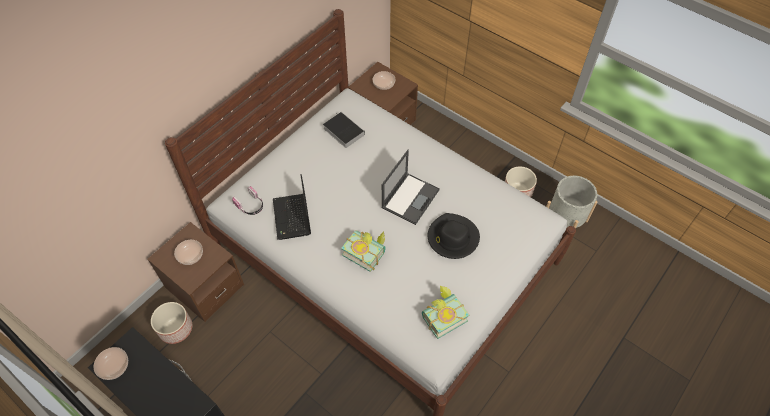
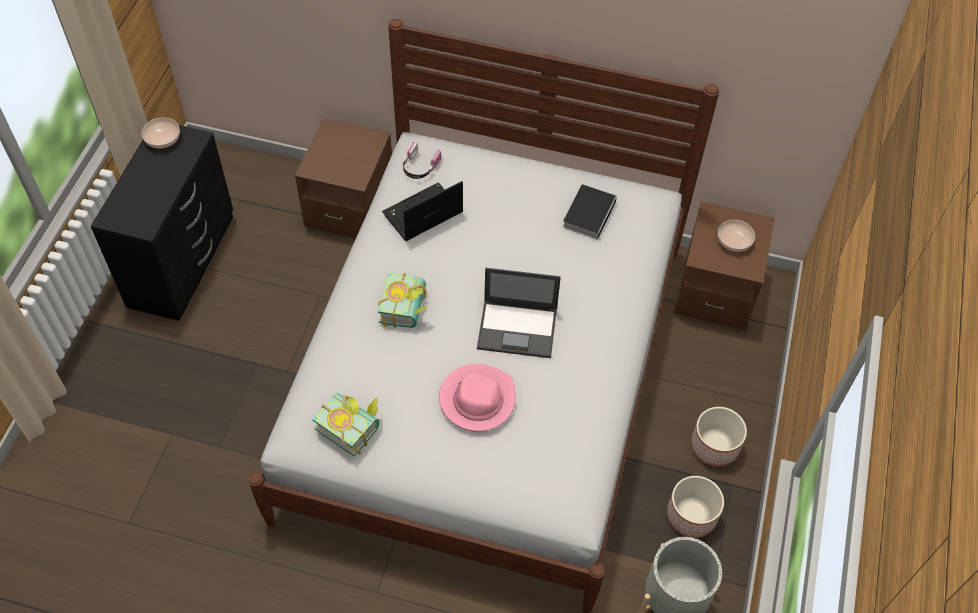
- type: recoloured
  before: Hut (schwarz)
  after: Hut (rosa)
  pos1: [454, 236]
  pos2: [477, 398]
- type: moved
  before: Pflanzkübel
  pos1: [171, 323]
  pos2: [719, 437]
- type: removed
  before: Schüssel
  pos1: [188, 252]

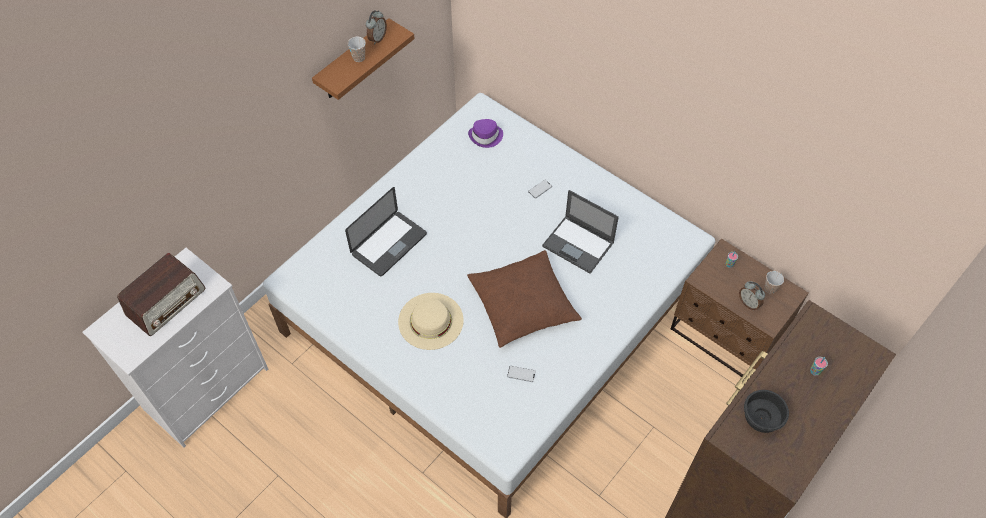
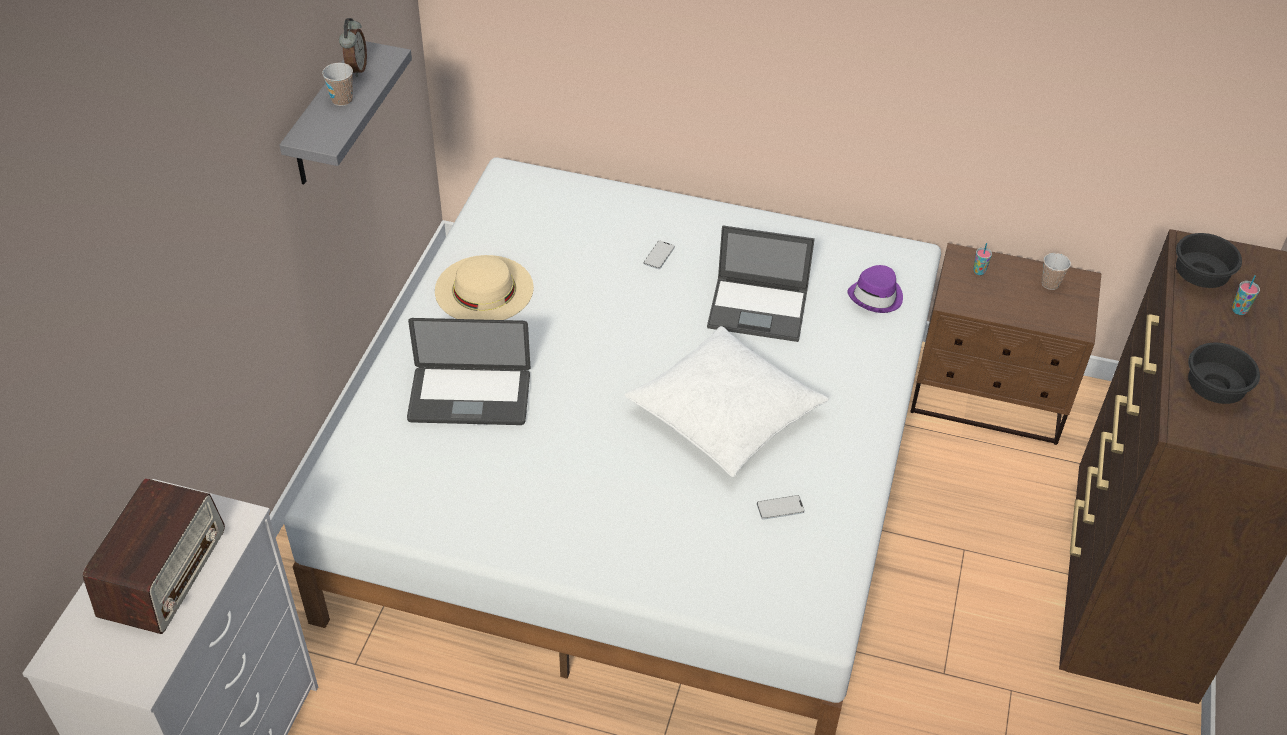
- type: recoloured
  before: Wandregal (braun)
  after: Wandregal (grau)
  pos1: [363, 59]
  pos2: [345, 112]
- type: turned
  before: Laptop
  pos1: [386, 231]
  pos2: [469, 371]
  turn: 75
- type: moved
  before: Hut (beige)
  pos1: [431, 321]
  pos2: [484, 287]
- type: recoloured
  before: Kissen (braun)
  after: Kissen (weiß)
  pos1: [524, 299]
  pos2: [726, 401]
- type: moved
  before: Hut (lila)
  pos1: [485, 133]
  pos2: [875, 289]
- type: added
  after: Schüssel (schwarz)
  pos2: [1209, 260]
- type: removed
  before: Wecker
  pos1: [752, 295]

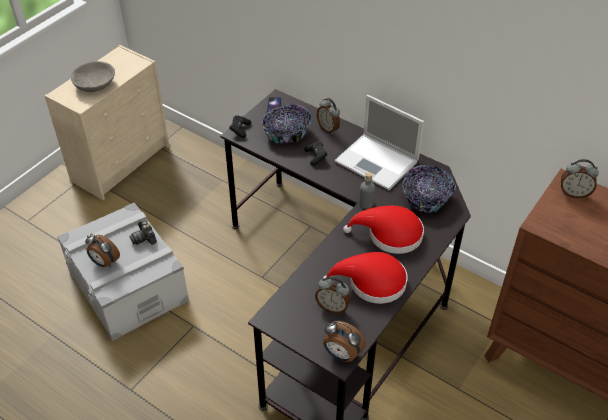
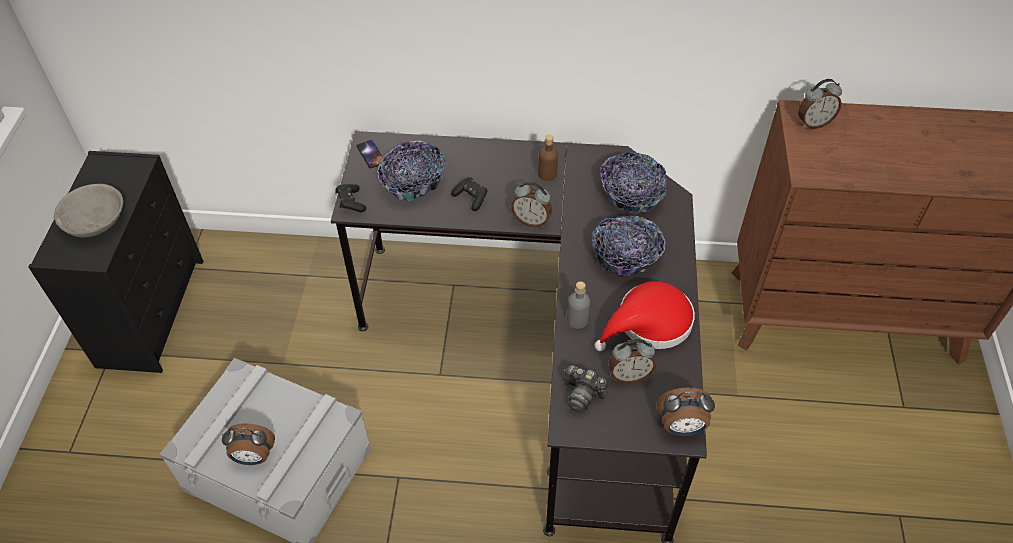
- type: recoloured
  before: Kommode (beige)
  after: Kommode (schwarz)
  pos1: [107, 122]
  pos2: [116, 262]
- type: moved
  before: Wecker
  pos1: [328, 116]
  pos2: [531, 204]
- type: replaced
  before: Laptop
  after: Flasche (braun)
  pos1: [379, 142]
  pos2: [548, 158]
- type: moved
  before: Kamera
  pos1: [143, 232]
  pos2: [586, 388]
- type: moved
  before: Flasche (grau)
  pos1: [367, 190]
  pos2: [578, 305]
- type: replaced
  before: Hut (rot)
  after: Schüssel
  pos1: [383, 230]
  pos2: [629, 246]

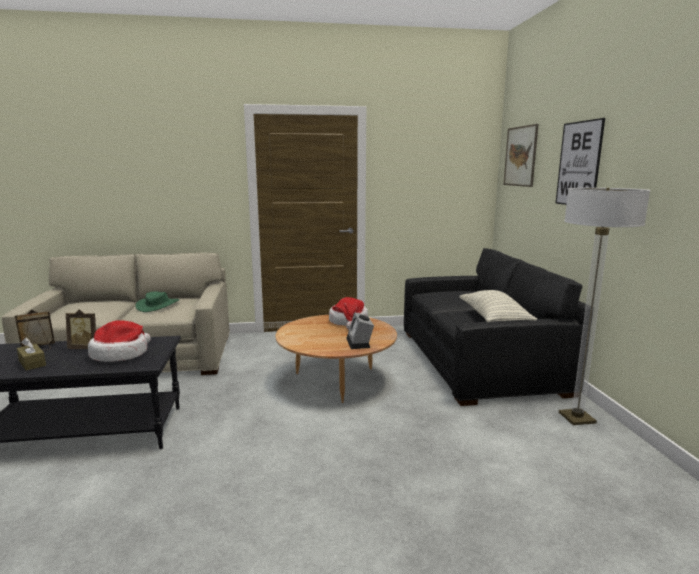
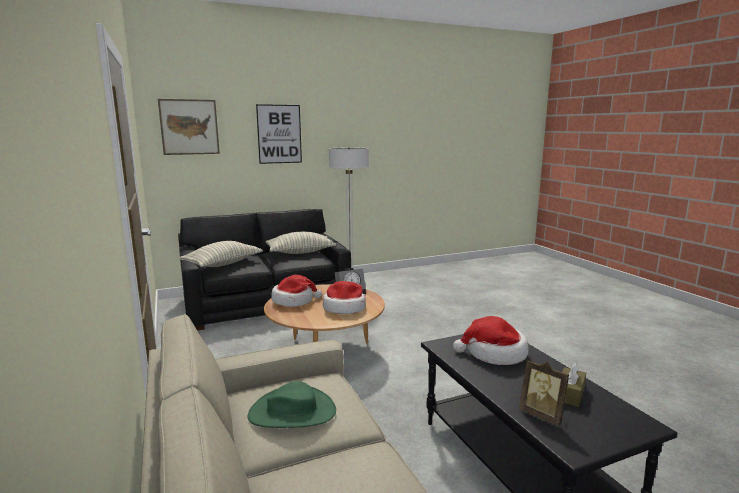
- type: added
  after: Kissen
  pos2: [221, 254]
- type: added
  after: Hut
  pos2: [344, 297]
- type: removed
  before: Bilderrahmen
  pos1: [81, 329]

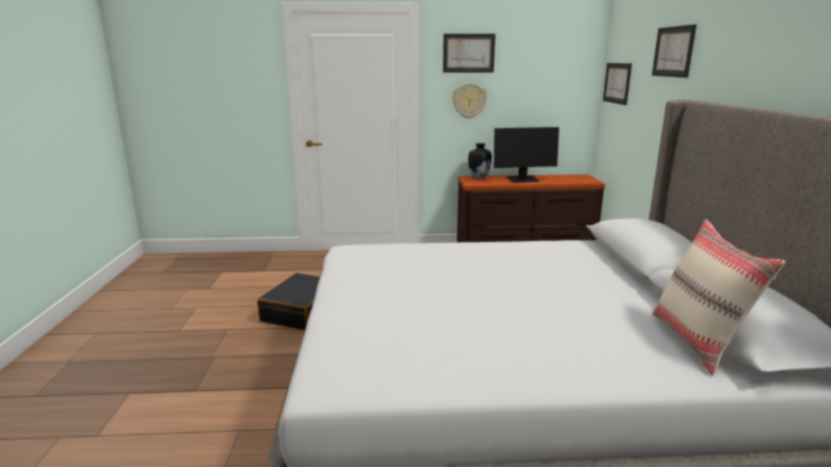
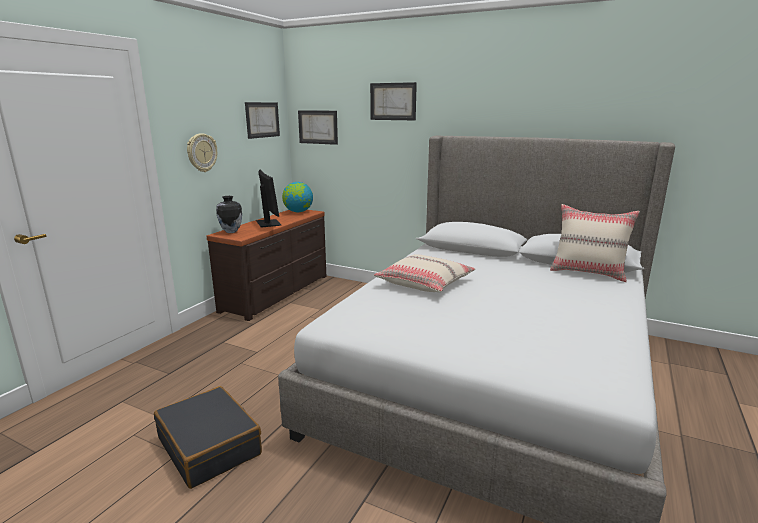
- type: moved
  before: Bild
  pos1: [469, 53]
  pos2: [262, 120]
- type: turned
  before: Monitor
  pos1: [526, 155]
  pos2: [268, 198]
  turn: -45
- type: added
  after: Globus
  pos2: [297, 197]
- type: added
  after: Kissen (beige)
  pos2: [424, 273]

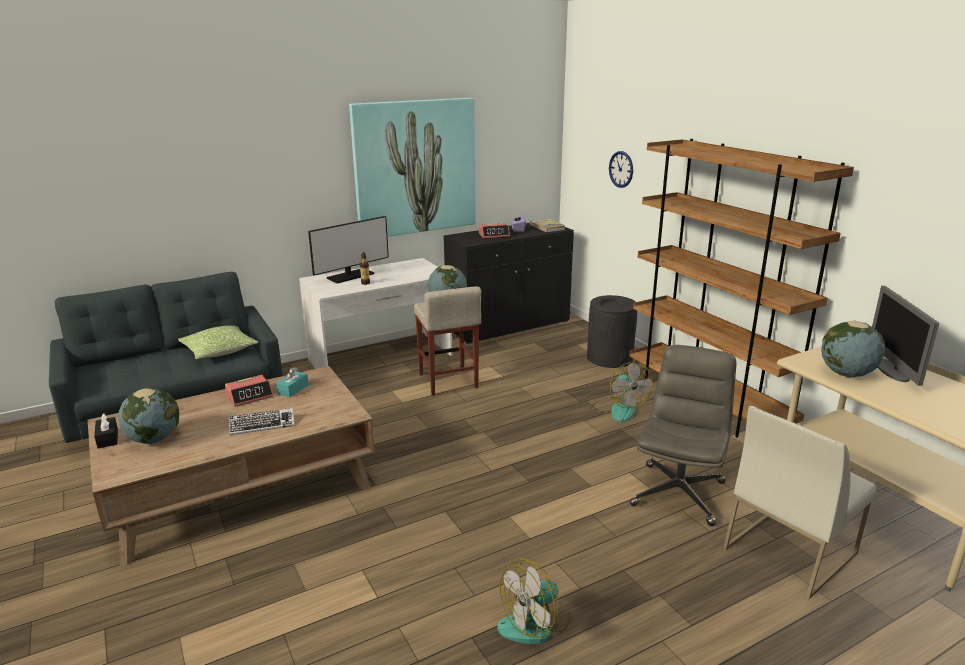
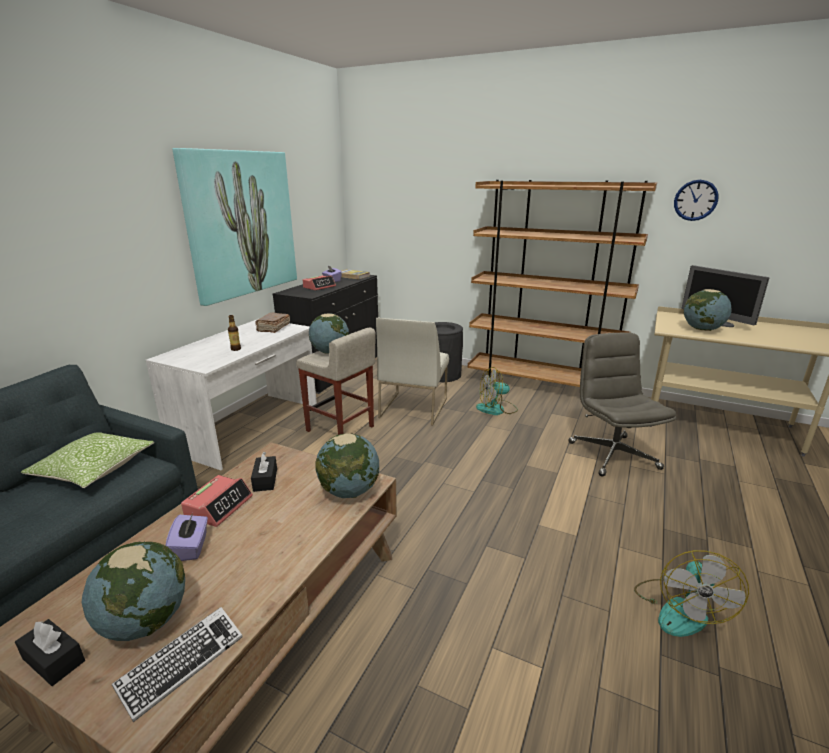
- type: moved
  before: Tastatur
  pos1: [261, 421]
  pos2: [177, 664]
- type: added
  after: Taschentuchbox (lila)
  pos2: [186, 537]
- type: recoloured
  before: Taschentuchbox (türkis)
  after: Taschentuchbox (schwarz)
  pos1: [292, 382]
  pos2: [264, 472]
- type: added
  after: Buch (braun)
  pos2: [273, 323]
- type: added
  after: Globus
  pos2: [347, 465]
- type: moved
  before: Stuhl (weiß)
  pos1: [799, 502]
  pos2: [412, 371]
- type: turned
  before: Ventilator
  pos1: [621, 391]
  pos2: [497, 391]
  turn: 135
- type: moved
  before: Wanduhr
  pos1: [621, 169]
  pos2: [696, 200]
- type: removed
  before: Monitor
  pos1: [348, 250]

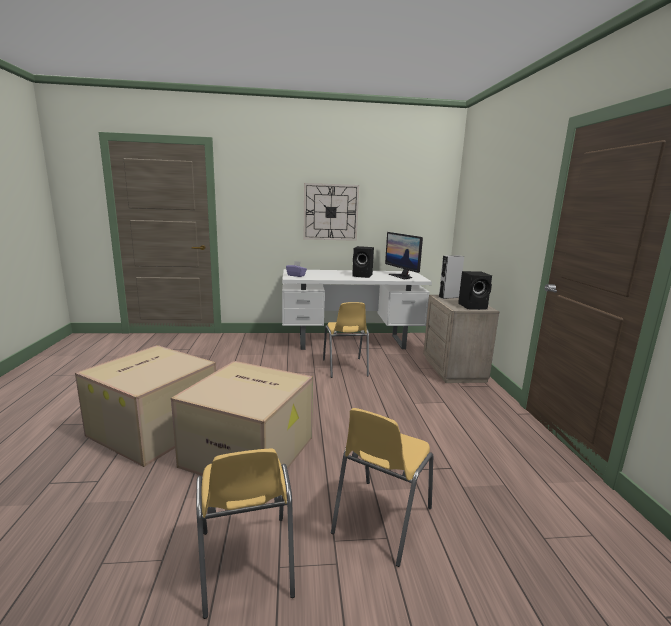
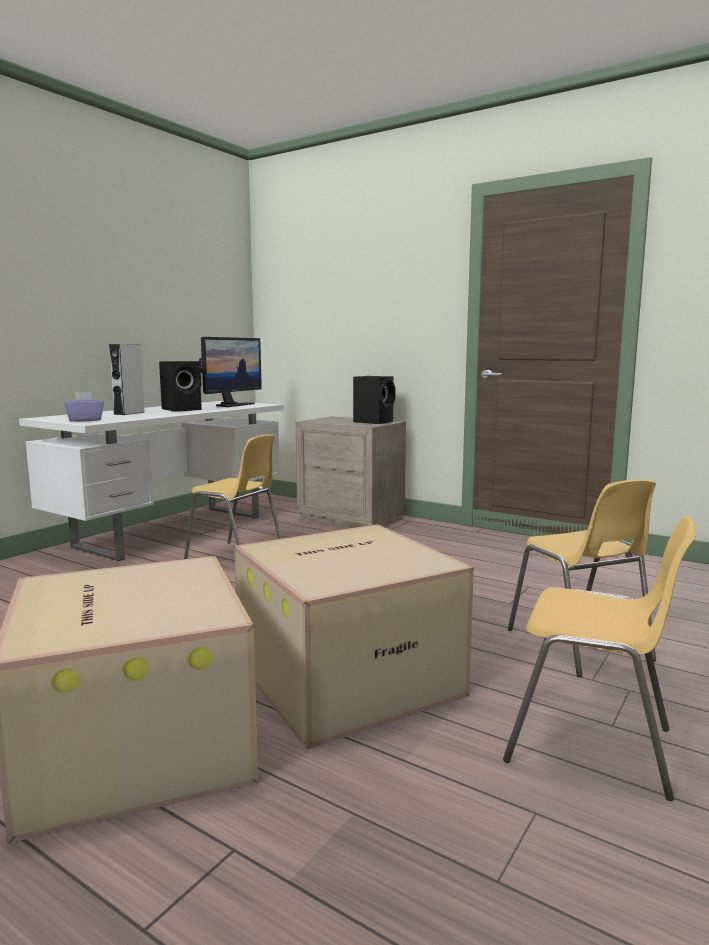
- type: moved
  before: Lautsprecher (grau)
  pos1: [451, 277]
  pos2: [127, 379]
- type: turned
  before: Monitor
  pos1: [404, 256]
  pos2: [230, 372]
  turn: -75
- type: removed
  before: Wanduhr
  pos1: [331, 212]

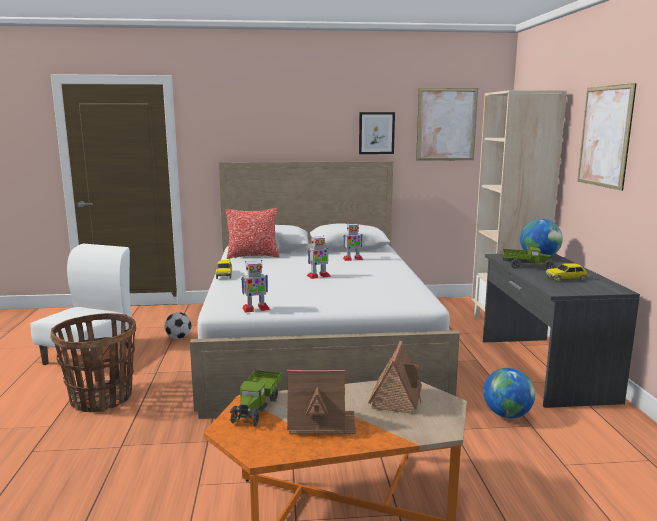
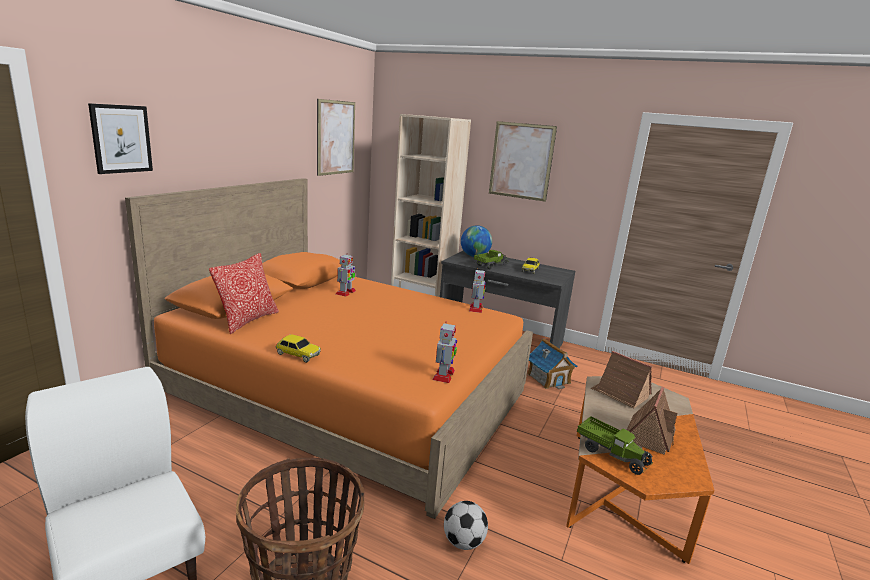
- type: moved
  before: Bild
  pos1: [377, 133]
  pos2: [120, 138]
- type: recoloured
  before: Bett (weiß)
  after: Bett (orange)
  pos1: [325, 290]
  pos2: [329, 348]
- type: moved
  before: Fußball
  pos1: [178, 325]
  pos2: [466, 525]
- type: moved
  before: Spielzeugroboter
  pos1: [319, 257]
  pos2: [477, 290]
- type: replaced
  before: Globus
  after: Spielzeughaus
  pos1: [509, 393]
  pos2: [552, 363]

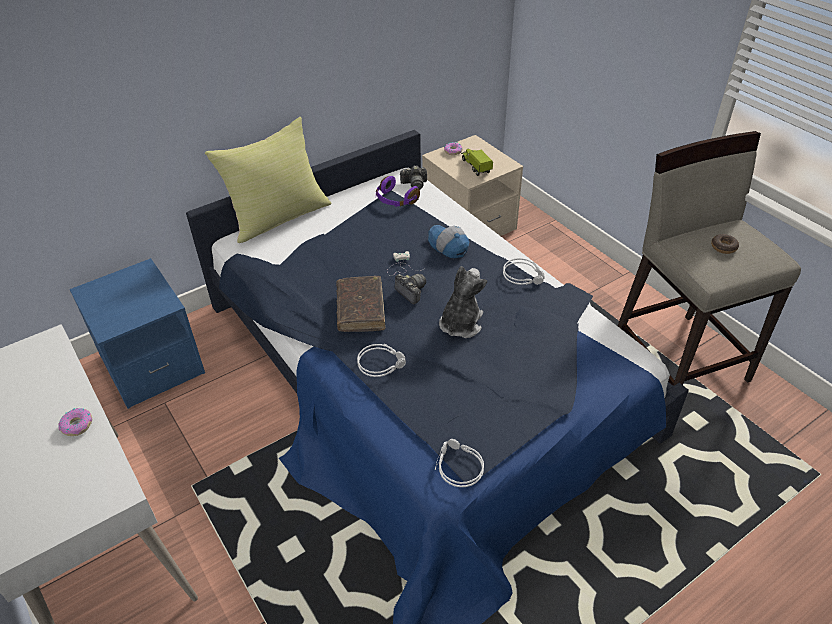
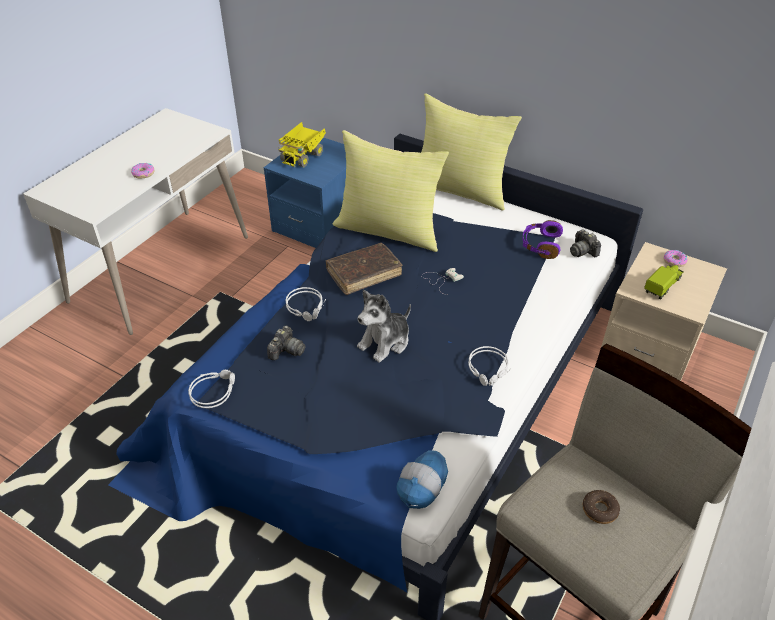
- type: moved
  before: Kamera
  pos1: [410, 289]
  pos2: [286, 343]
- type: added
  after: Spielzeuglaster
  pos2: [302, 144]
- type: added
  after: Kissen (gelb)
  pos2: [391, 191]
- type: turned
  before: Plüschtier
  pos1: [463, 302]
  pos2: [384, 326]
  turn: 135
- type: moved
  before: Kappe
  pos1: [448, 241]
  pos2: [422, 480]

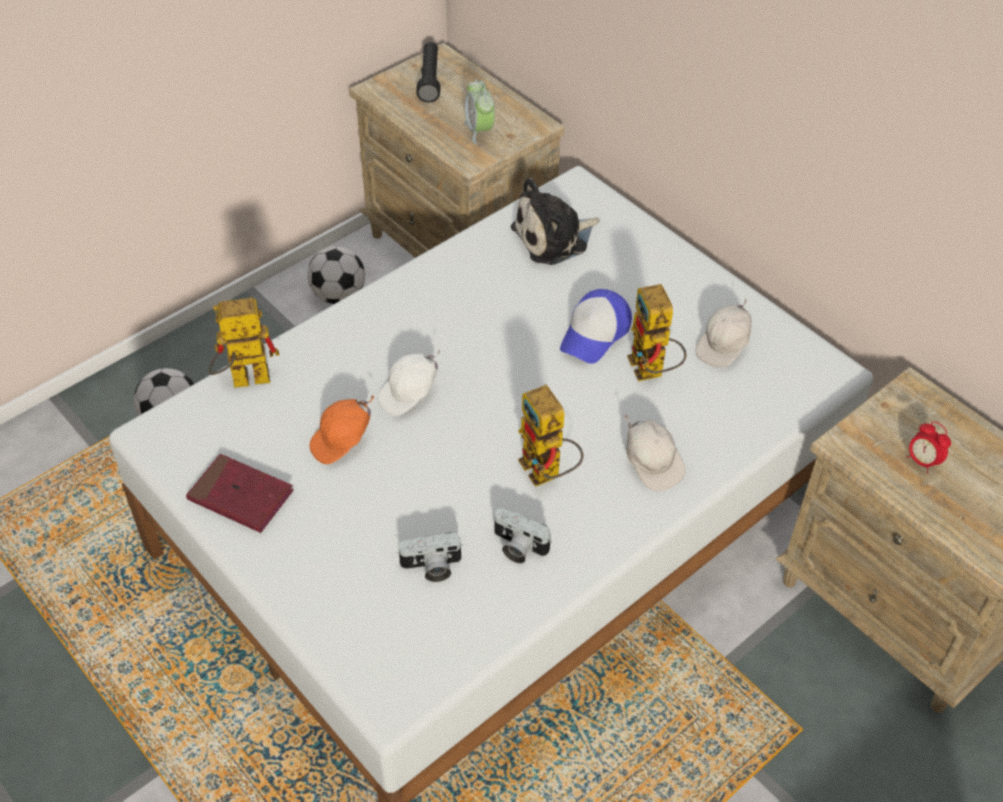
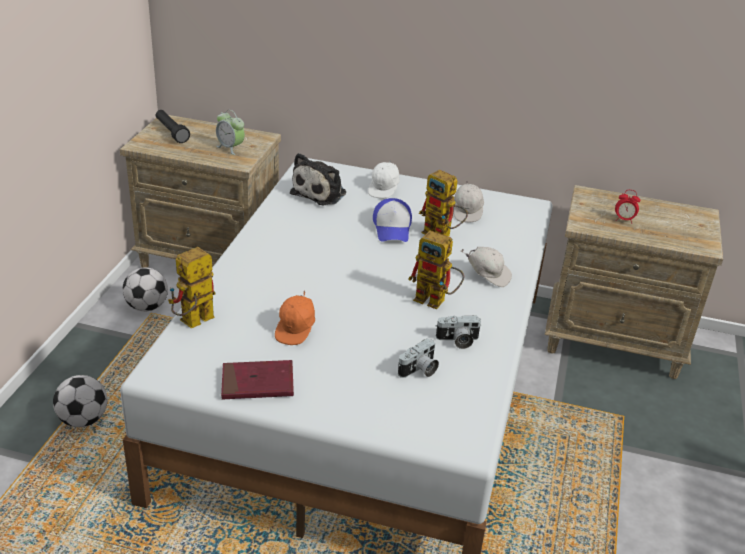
- type: moved
  before: Kappe (weiß)
  pos1: [409, 383]
  pos2: [384, 179]

